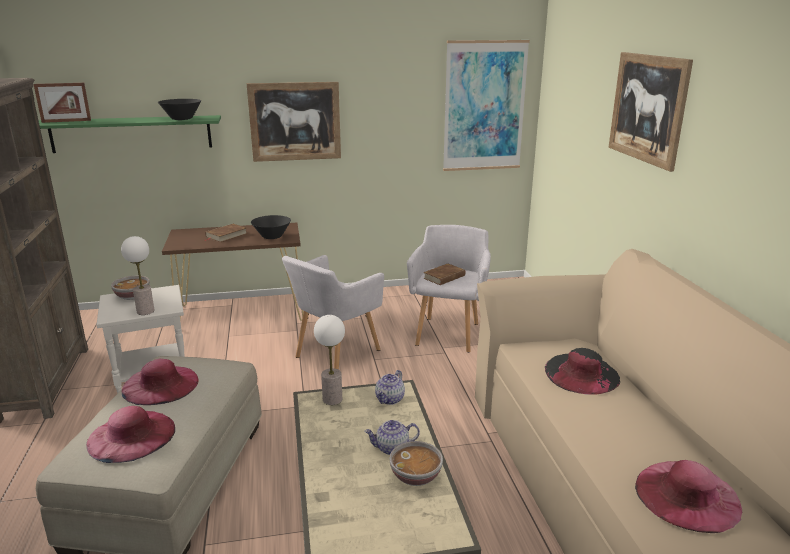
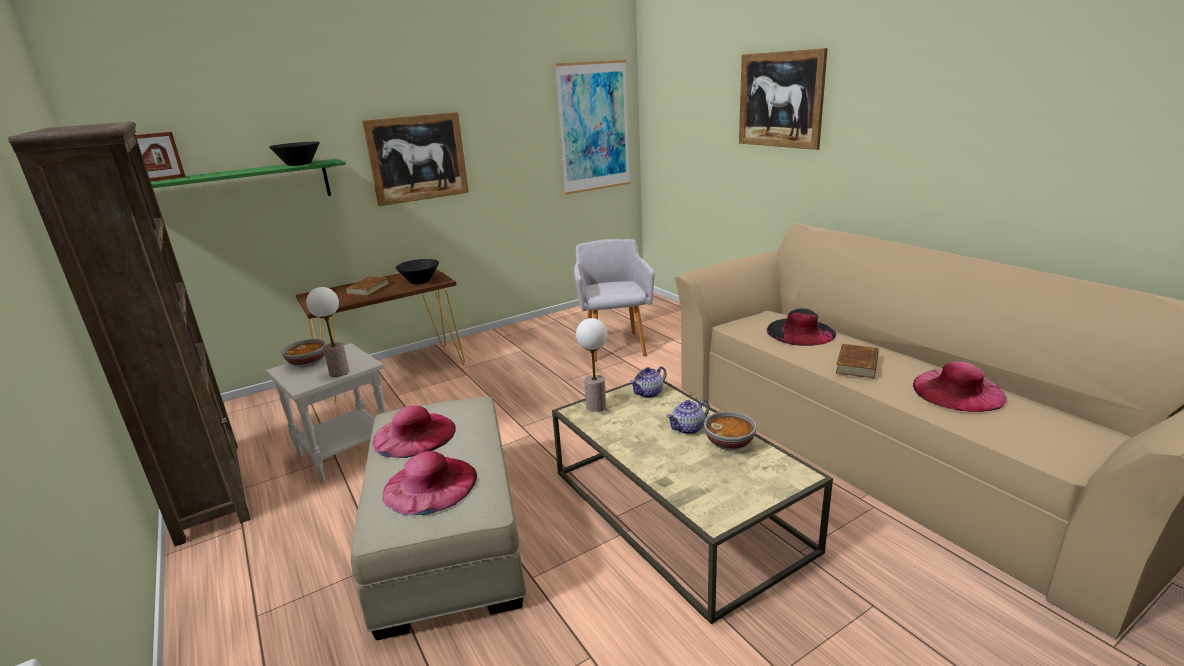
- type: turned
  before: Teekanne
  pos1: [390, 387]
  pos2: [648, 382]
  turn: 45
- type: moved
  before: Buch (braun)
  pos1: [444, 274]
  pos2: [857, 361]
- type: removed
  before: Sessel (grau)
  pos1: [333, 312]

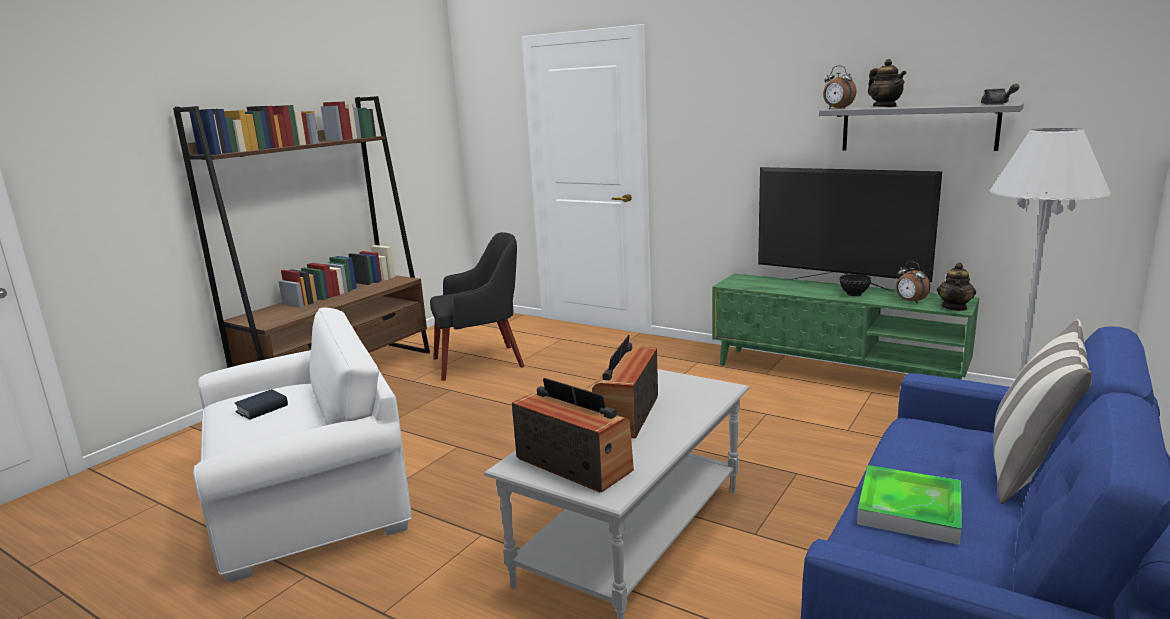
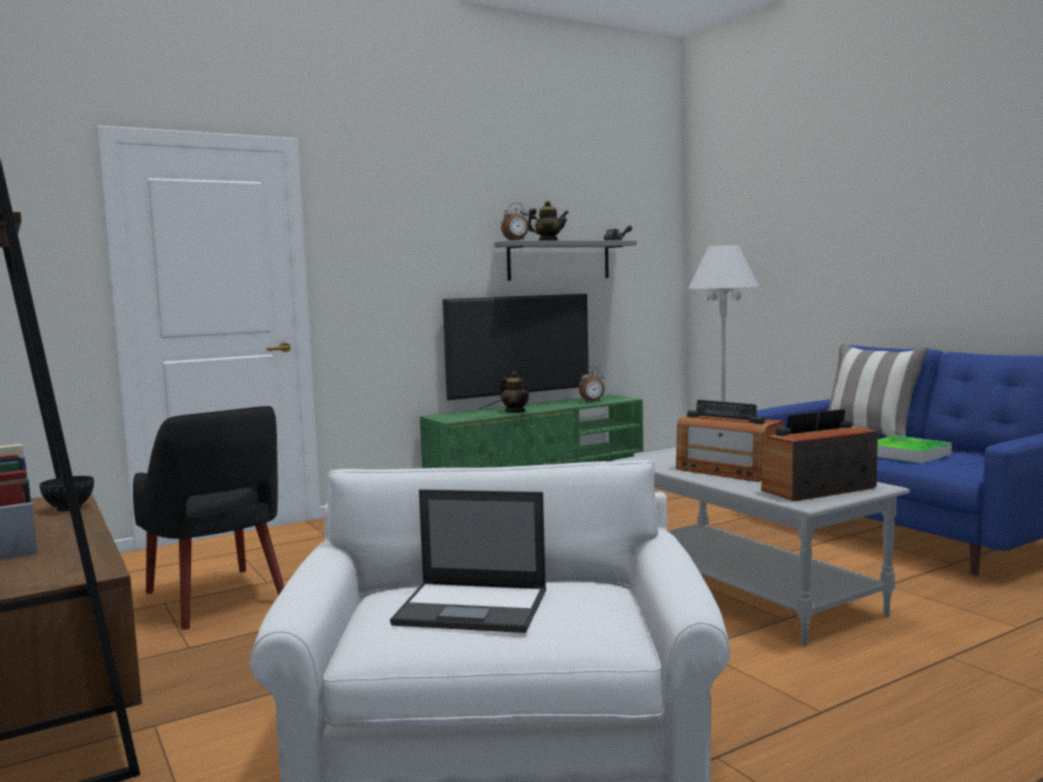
- type: moved
  before: Schüssel (schwarz)
  pos1: [855, 285]
  pos2: [66, 494]
- type: turned
  before: Sessel (schwarz)
  pos1: [477, 306]
  pos2: [208, 518]
  turn: 135
- type: replaced
  before: Buch
  after: Laptop
  pos1: [261, 404]
  pos2: [468, 561]
- type: moved
  before: Teekanne
  pos1: [956, 287]
  pos2: [514, 392]

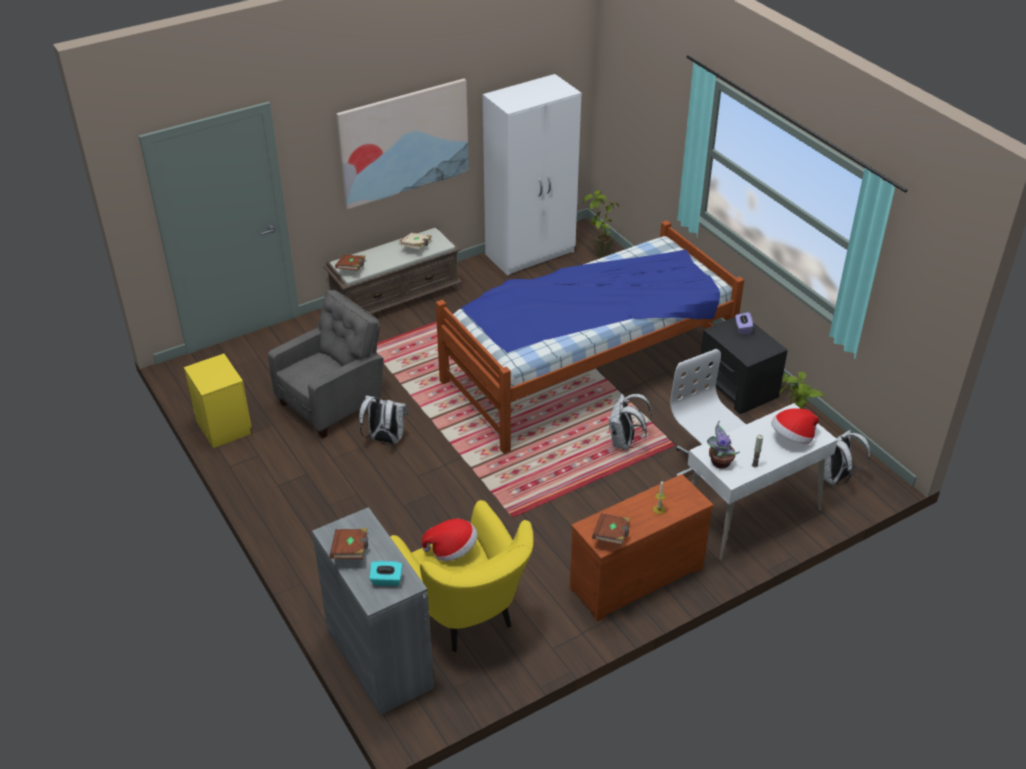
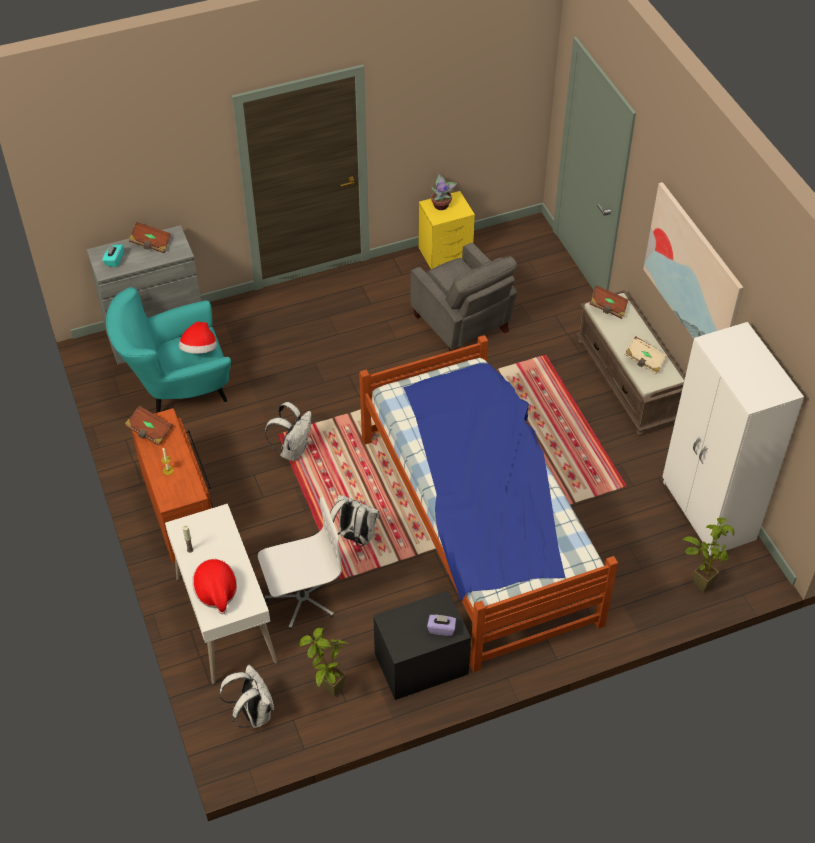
- type: recoloured
  before: Sessel (gelb)
  after: Sessel (türkis)
  pos1: [462, 576]
  pos2: [168, 350]
- type: moved
  before: Rucksack (weiß)
  pos1: [383, 419]
  pos2: [288, 431]
- type: moved
  before: Topfpflanze
  pos1: [723, 445]
  pos2: [444, 191]

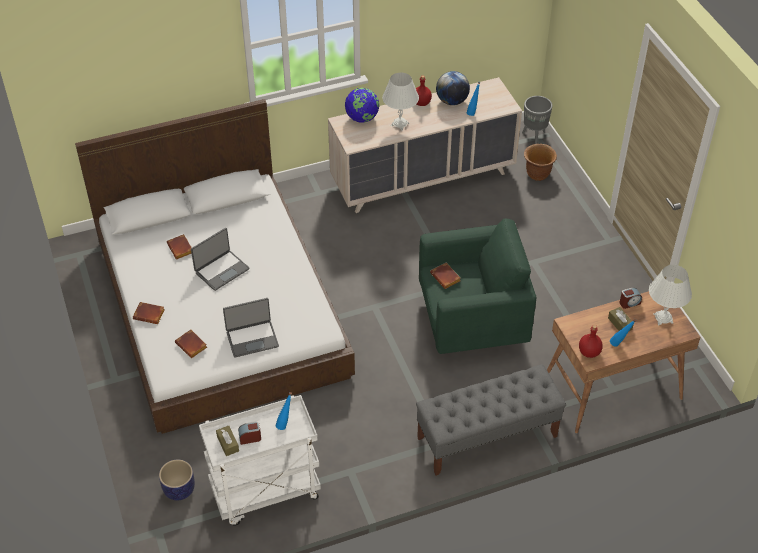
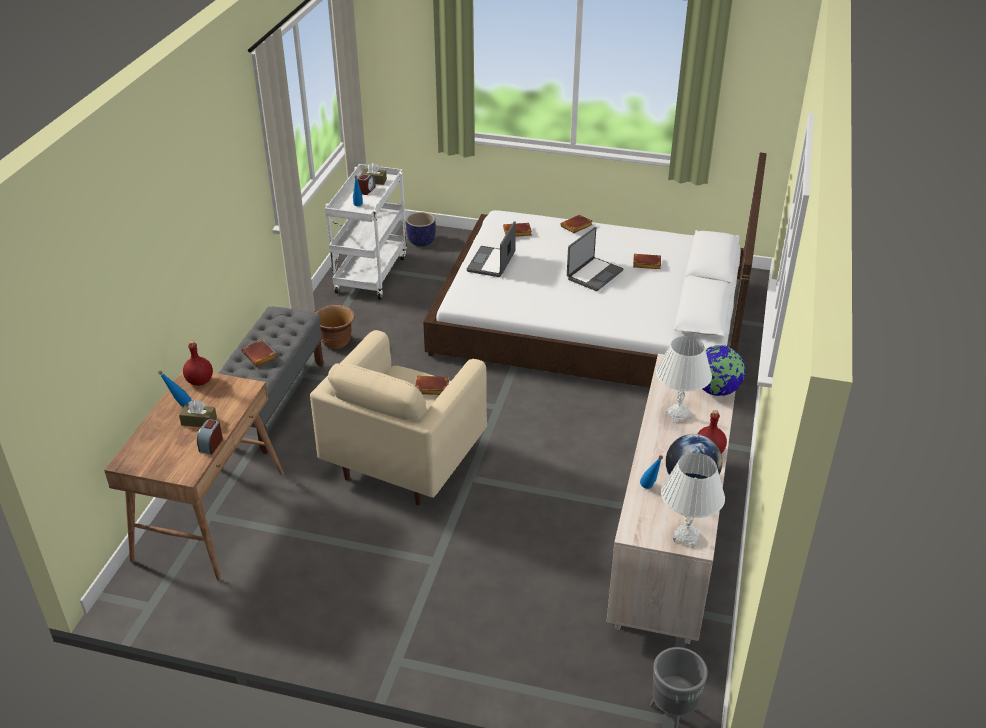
- type: added
  after: Buch (braun)
  pos2: [259, 353]
- type: recoloured
  before: Sessel (grün)
  after: Sessel (beige)
  pos1: [477, 286]
  pos2: [398, 417]
- type: moved
  before: Pflanzkübel (braun)
  pos1: [540, 162]
  pos2: [335, 327]
- type: turned
  before: Laptop
  pos1: [220, 259]
  pos2: [595, 259]
  turn: -135
- type: moved
  before: Tischlampe (weiß)
  pos1: [670, 295]
  pos2: [693, 501]

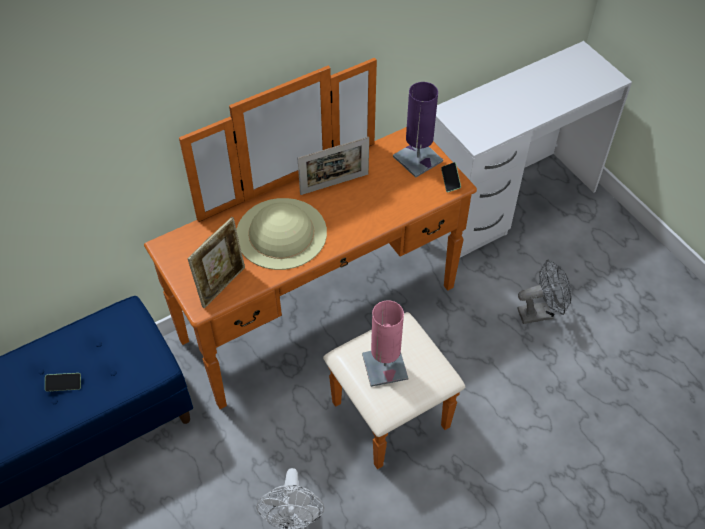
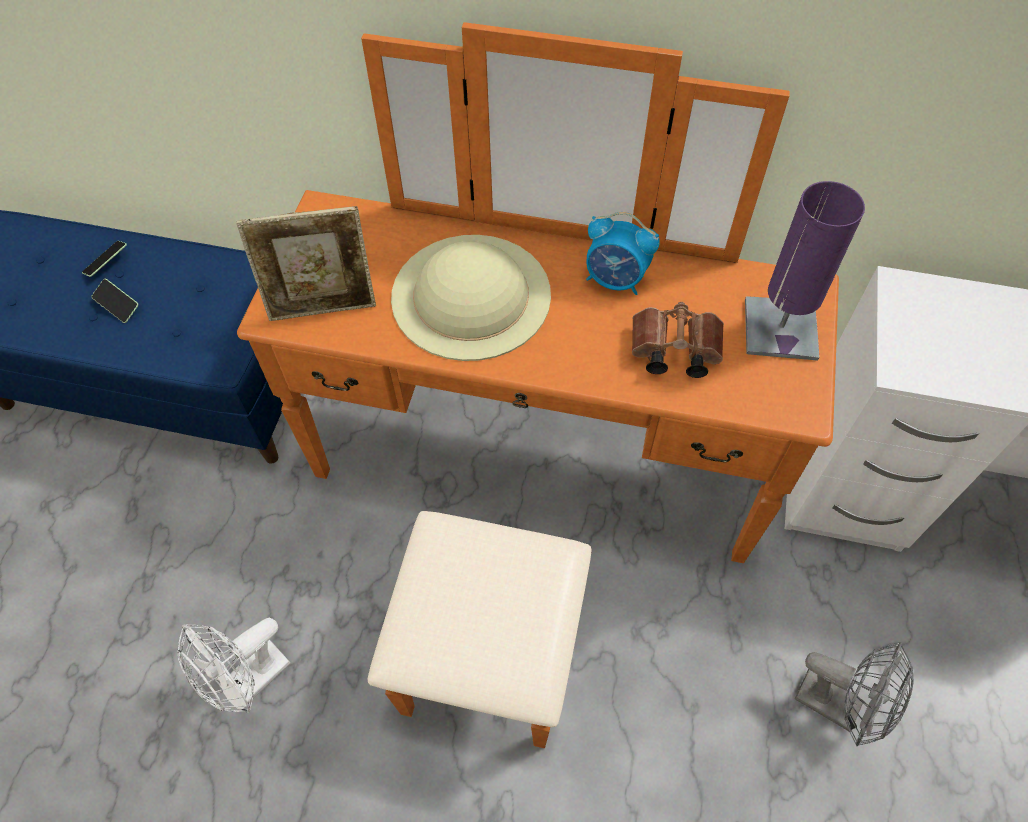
- type: moved
  before: Handy
  pos1: [451, 177]
  pos2: [104, 259]
- type: replaced
  before: Bilderrahmen
  after: Wecker
  pos1: [333, 166]
  pos2: [623, 253]
- type: added
  after: Fernglas (braun)
  pos2: [678, 340]
- type: removed
  before: Tischlampe (rosa)
  pos1: [385, 343]

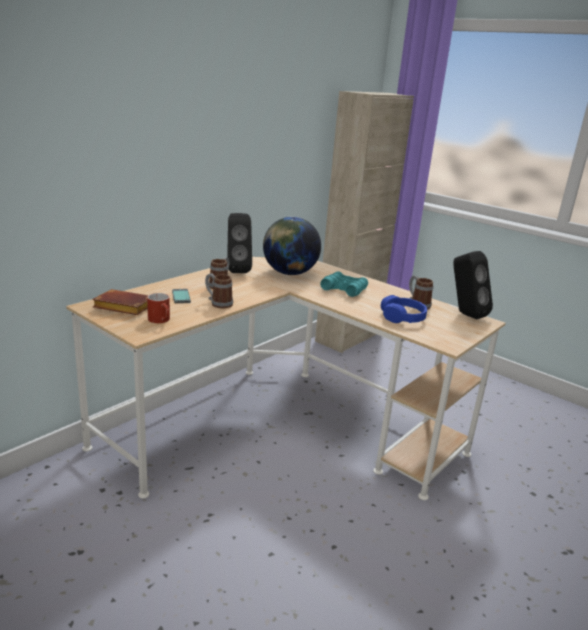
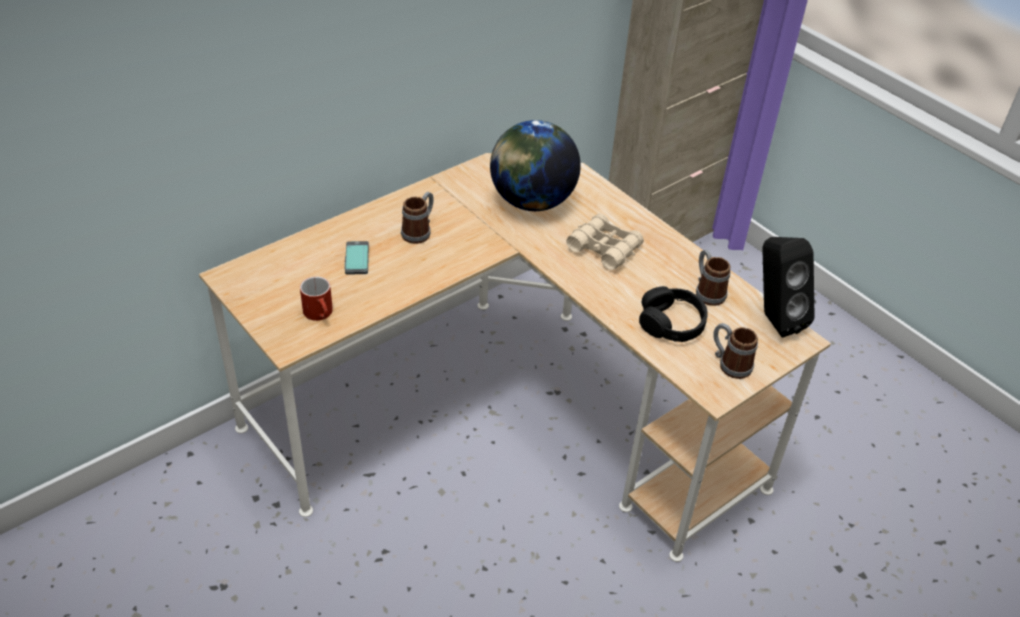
- type: recoloured
  before: Fernglas (türkis)
  after: Fernglas (beige)
  pos1: [344, 284]
  pos2: [605, 241]
- type: recoloured
  before: Kopfhörer (blau)
  after: Kopfhörer (schwarz)
  pos1: [404, 309]
  pos2: [673, 314]
- type: moved
  before: Henkelbecher
  pos1: [219, 291]
  pos2: [735, 351]
- type: removed
  before: Buch (braun)
  pos1: [120, 302]
- type: removed
  before: Lautsprecher (schwarz)
  pos1: [239, 243]

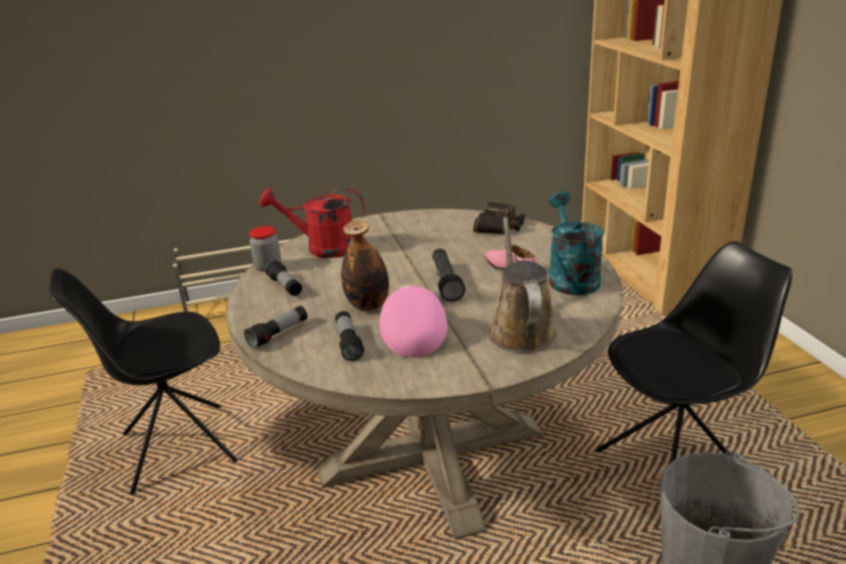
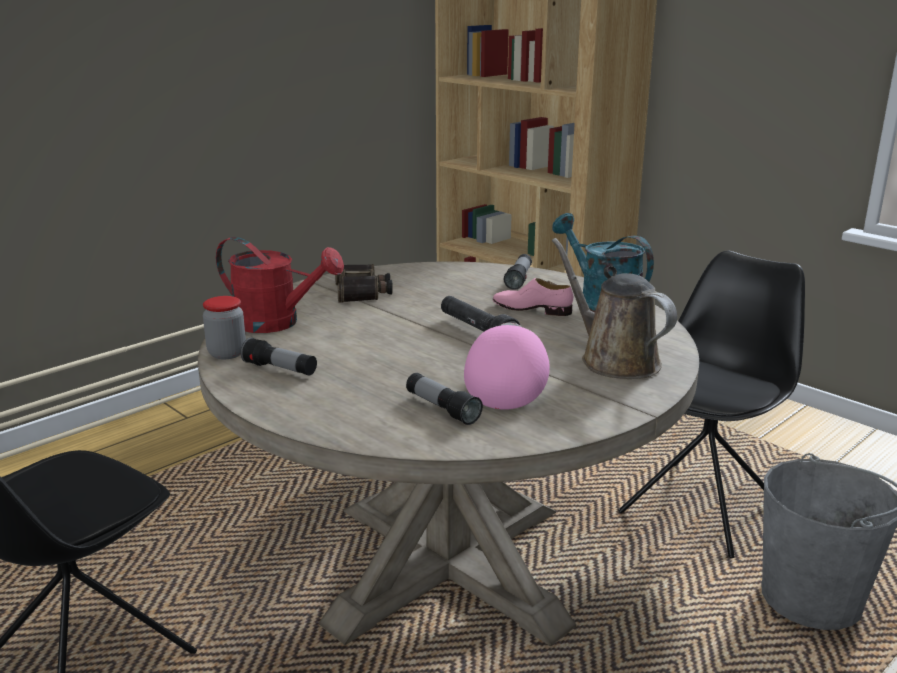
- type: turned
  before: Gießkanne (rot)
  pos1: [312, 222]
  pos2: [280, 285]
  turn: -135
- type: moved
  before: Fernglas
  pos1: [498, 218]
  pos2: [364, 283]
- type: turned
  before: Kappe (rosa)
  pos1: [413, 321]
  pos2: [507, 366]
  turn: 45
- type: moved
  before: Taschenlampe
  pos1: [276, 327]
  pos2: [518, 272]
- type: removed
  before: Flasche
  pos1: [365, 265]

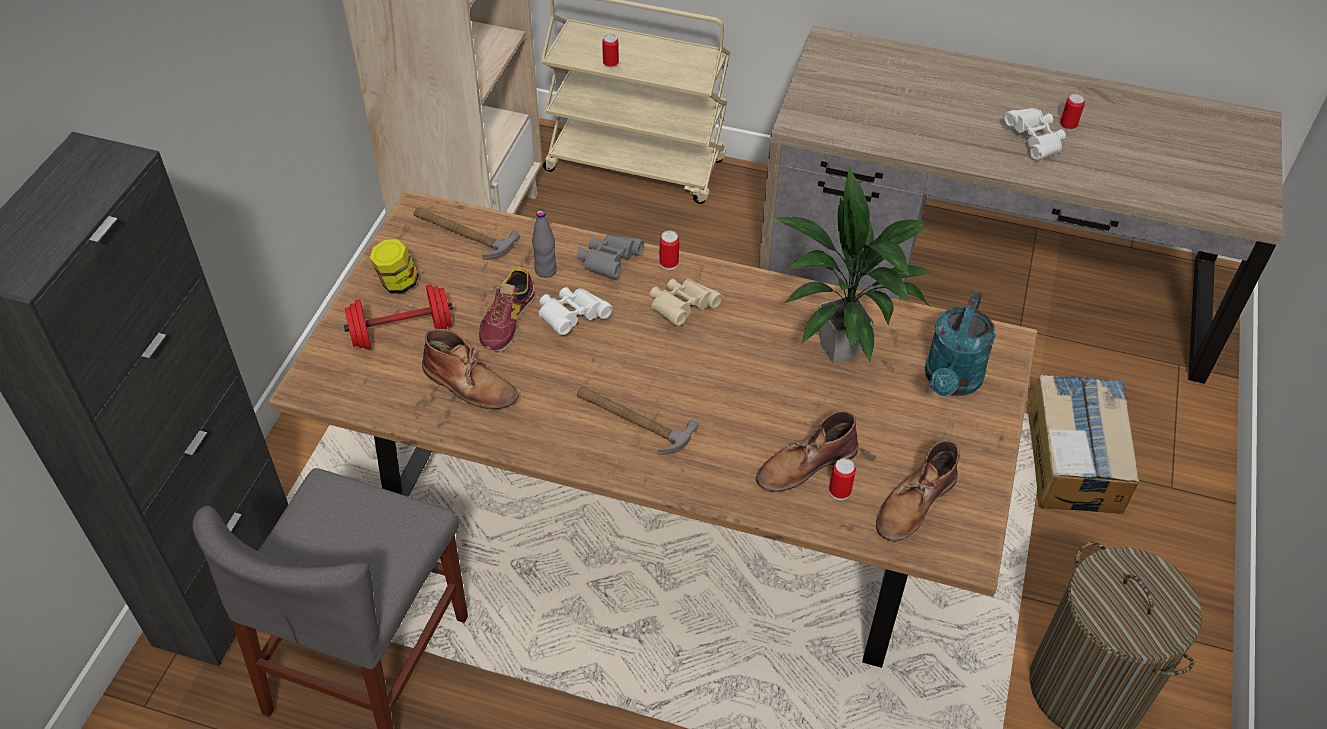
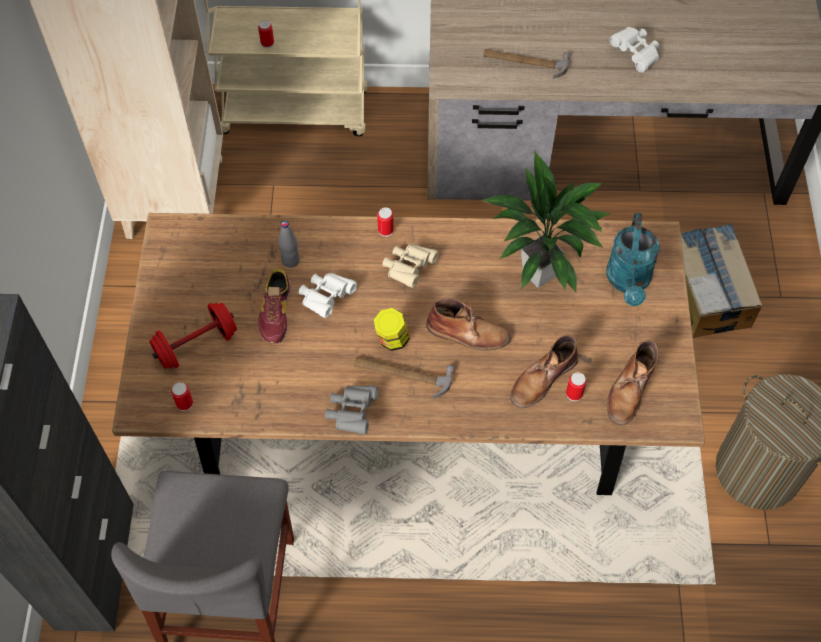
- type: moved
  before: Dose
  pos1: [1072, 112]
  pos2: [182, 396]
- type: moved
  before: Fernglas (grau)
  pos1: [610, 256]
  pos2: [351, 409]
- type: moved
  before: Vorratsglas
  pos1: [394, 266]
  pos2: [392, 329]
- type: moved
  before: Stiefel (braun)
  pos1: [470, 369]
  pos2: [468, 324]
- type: moved
  before: Hammer
  pos1: [467, 233]
  pos2: [527, 64]

